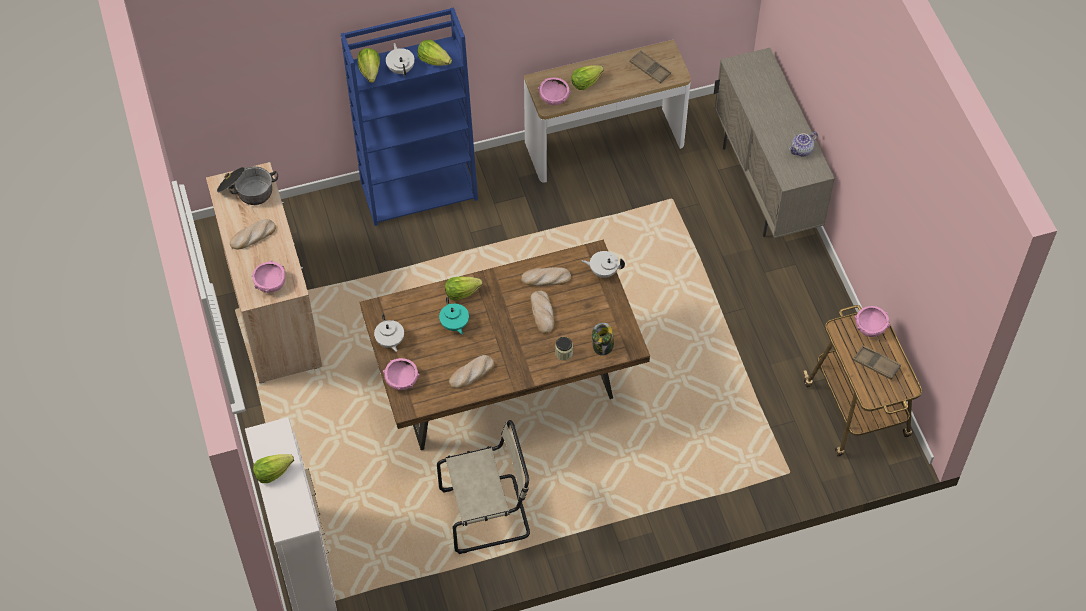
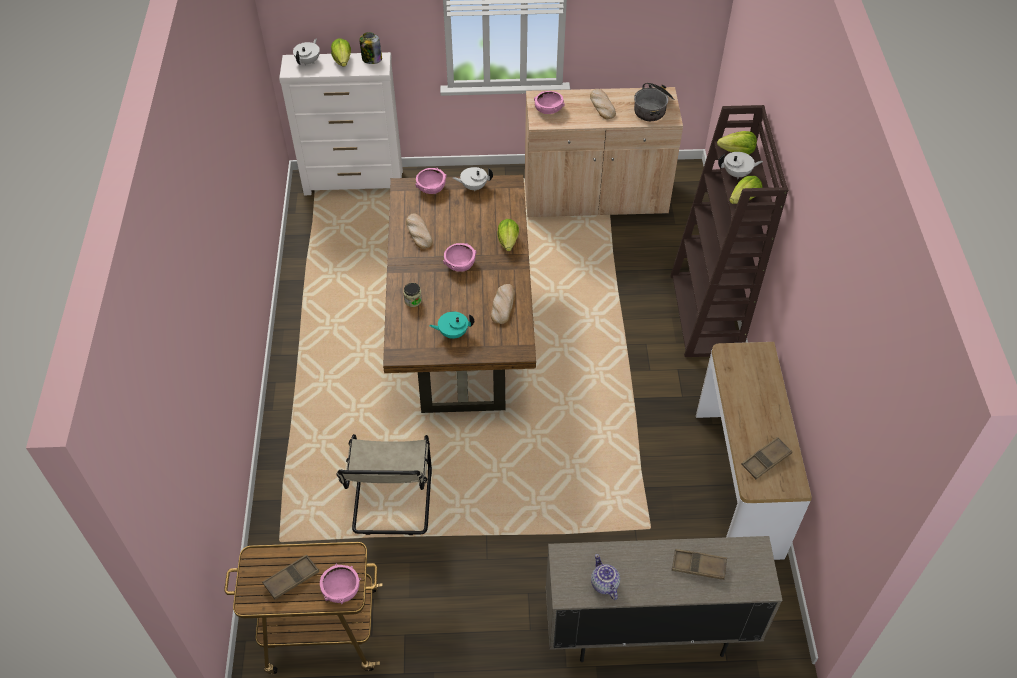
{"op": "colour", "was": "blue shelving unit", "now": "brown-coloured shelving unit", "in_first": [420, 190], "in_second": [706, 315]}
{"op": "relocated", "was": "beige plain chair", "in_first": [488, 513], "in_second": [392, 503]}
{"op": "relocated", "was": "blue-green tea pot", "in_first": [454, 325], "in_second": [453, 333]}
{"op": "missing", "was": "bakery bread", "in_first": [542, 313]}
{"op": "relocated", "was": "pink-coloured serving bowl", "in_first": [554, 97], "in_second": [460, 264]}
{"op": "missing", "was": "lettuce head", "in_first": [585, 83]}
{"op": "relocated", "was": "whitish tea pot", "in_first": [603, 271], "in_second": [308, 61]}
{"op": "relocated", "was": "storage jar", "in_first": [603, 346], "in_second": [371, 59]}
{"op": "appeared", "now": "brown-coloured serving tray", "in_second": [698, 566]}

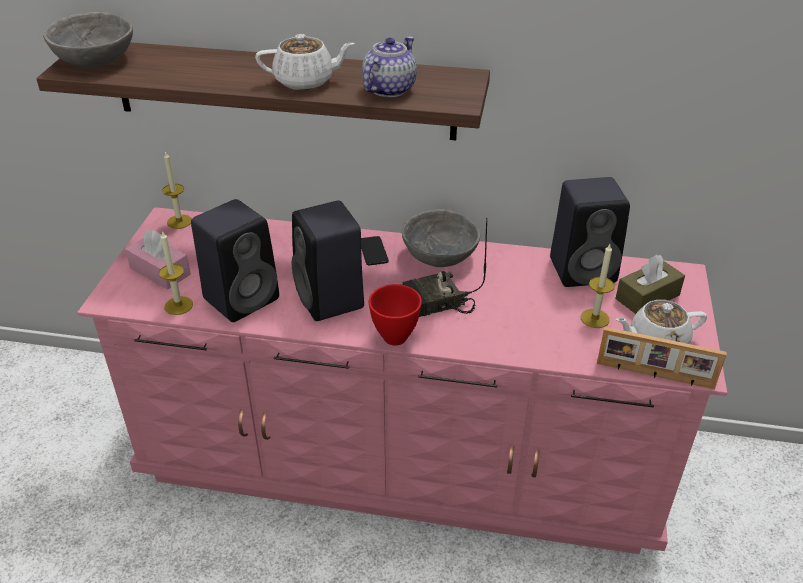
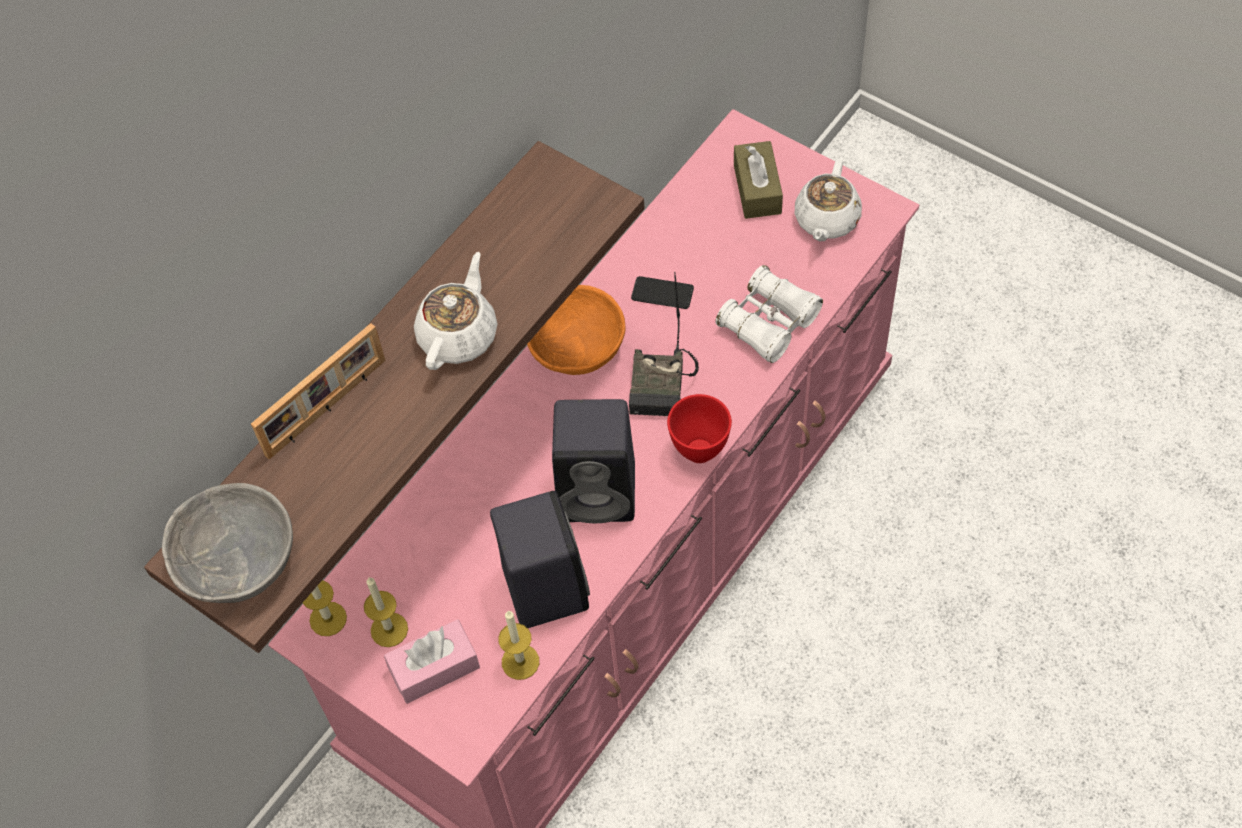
{"op": "relocated", "was": "phone", "in_first": [373, 251], "in_second": [662, 293]}
{"op": "missing", "was": "tea pot", "in_first": [389, 89]}
{"op": "colour", "was": "grey serving bowl", "now": "orangey serving bowl", "in_first": [440, 254], "in_second": [575, 346]}
{"op": "missing", "was": "black-coloured speaker", "in_first": [584, 270]}
{"op": "relocated", "was": "wax candle", "in_first": [595, 318], "in_second": [389, 629]}
{"op": "relocated", "was": "standing frame", "in_first": [654, 375], "in_second": [327, 409]}
{"op": "appeared", "now": "whitish field glasses", "in_second": [768, 323]}

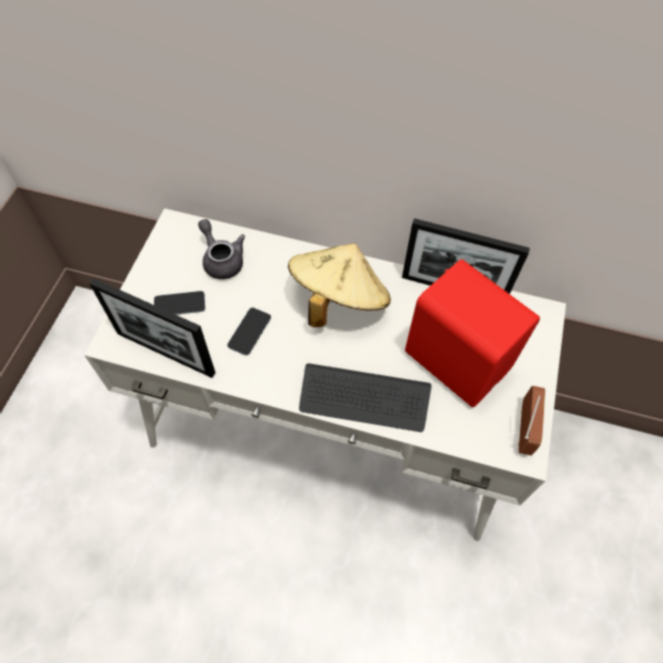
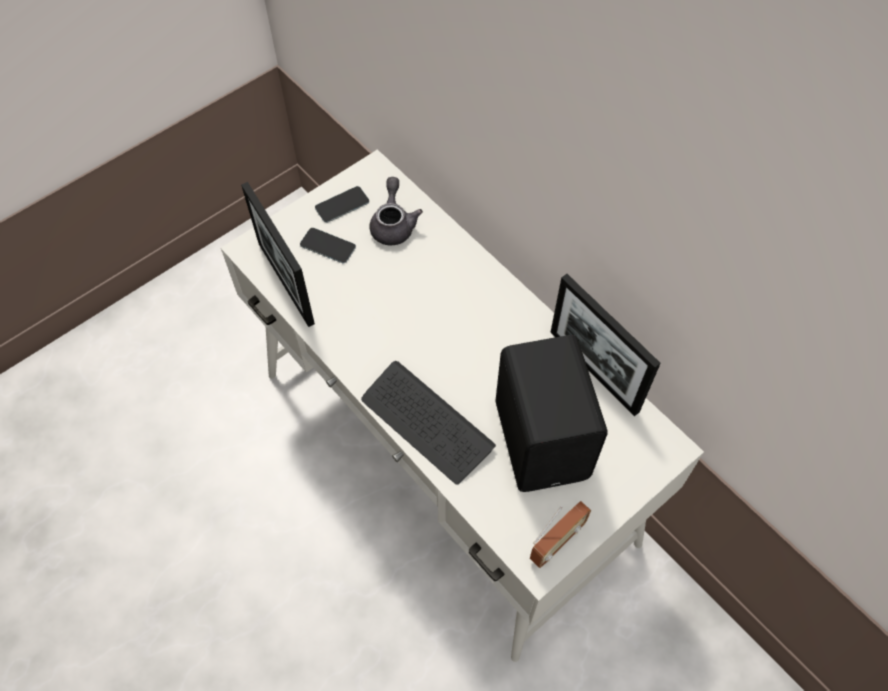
{"op": "relocated", "was": "phone", "in_first": [249, 331], "in_second": [342, 205]}
{"op": "missing", "was": "beige clothing hat", "in_first": [338, 300]}
{"op": "colour", "was": "red-coloured speaker", "now": "black-coloured speaker", "in_first": [457, 358], "in_second": [543, 438]}

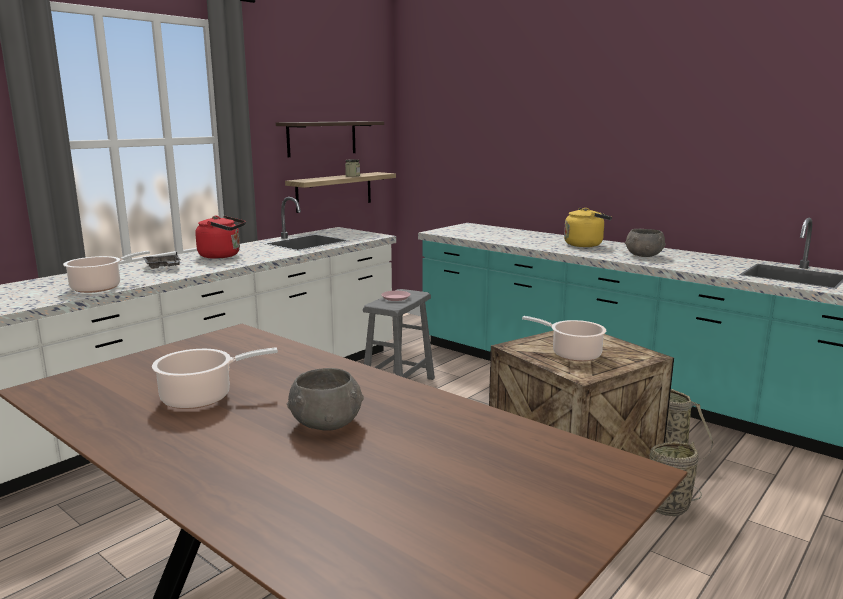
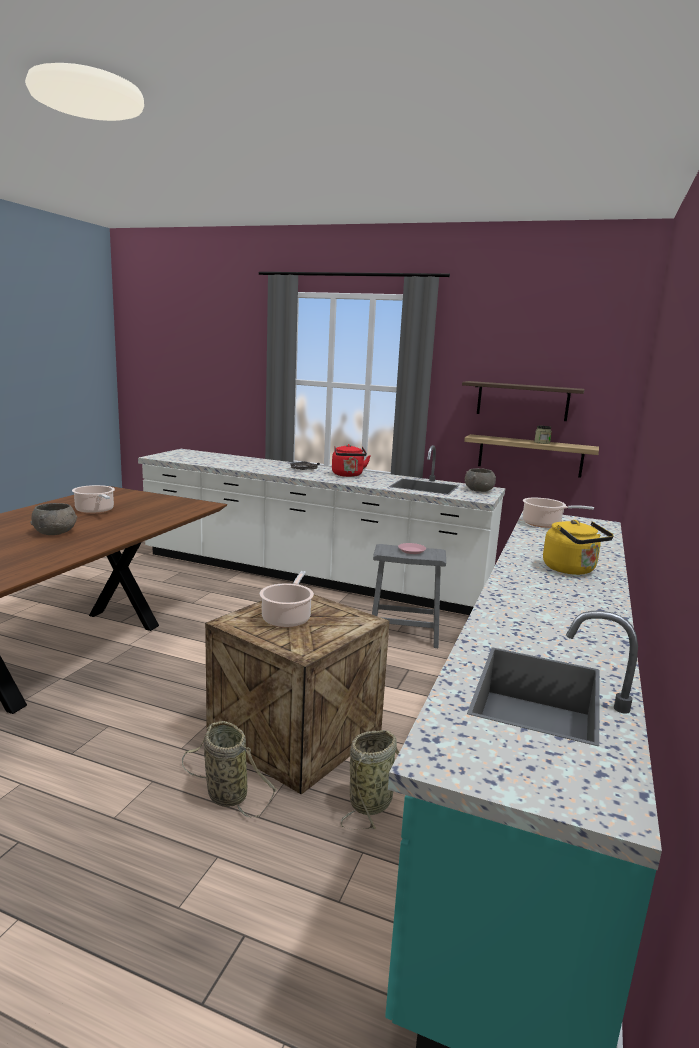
{"op": "relocated", "was": "cooking pot", "in_first": [99, 287], "in_second": [544, 524]}
{"op": "relocated", "was": "grey serving bowl", "in_first": [643, 255], "in_second": [478, 490]}

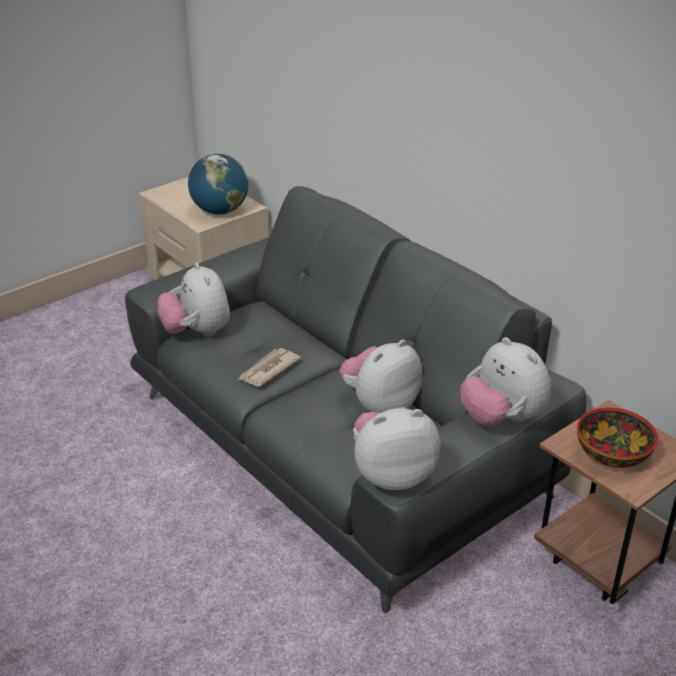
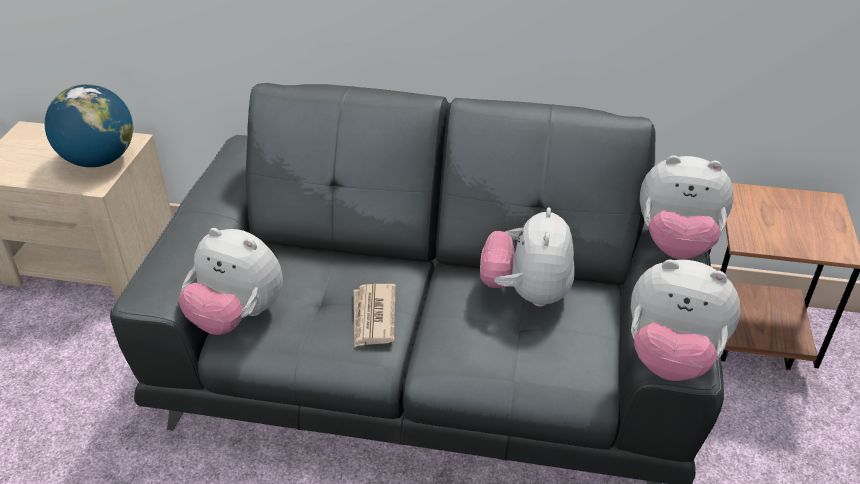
{"op": "spun", "was": "soft toy", "in_first": [392, 474], "in_second": [671, 357], "clockwise": -105}
{"op": "missing", "was": "serving bowl", "in_first": [611, 453]}

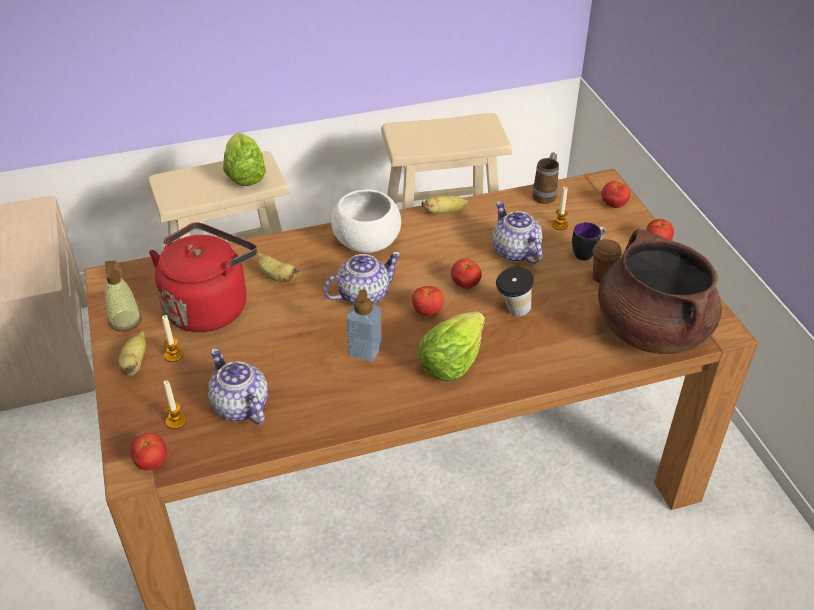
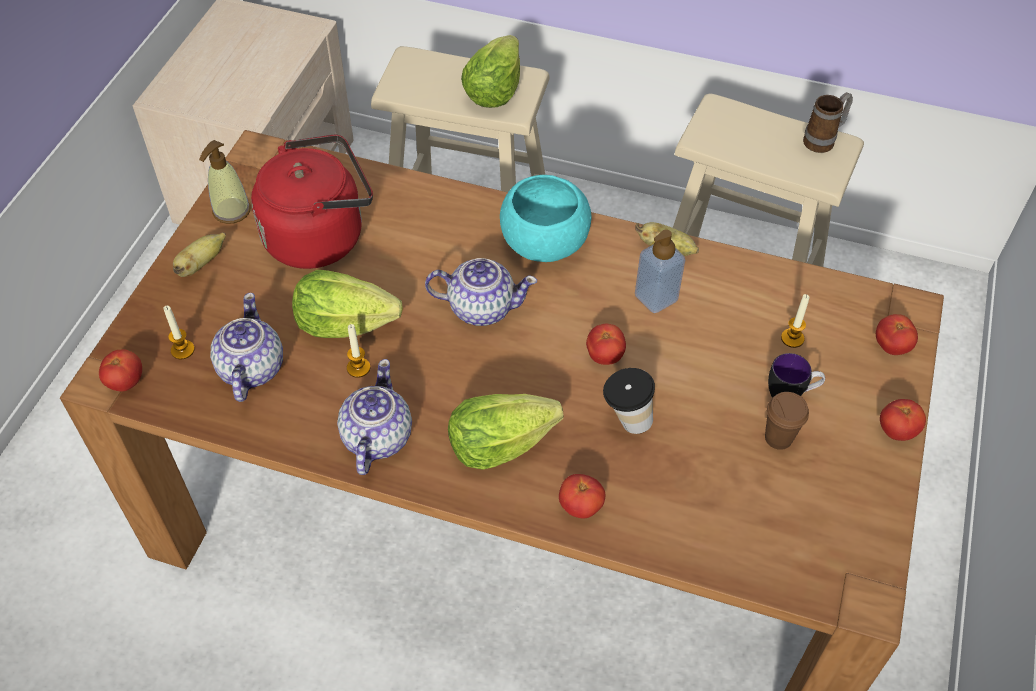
{"op": "relocated", "was": "wax candle", "in_first": [174, 355], "in_second": [358, 368]}
{"op": "missing", "was": "whole banana", "in_first": [276, 277]}
{"op": "colour", "was": "whitish serving bowl", "now": "blue-green serving bowl", "in_first": [366, 242], "in_second": [543, 243]}
{"op": "relocated", "was": "liquid soap bottle", "in_first": [365, 350], "in_second": [656, 297]}
{"op": "relocated", "was": "tomato", "in_first": [427, 311], "in_second": [580, 506]}
{"op": "relocated", "was": "tea pot", "in_first": [515, 252], "in_second": [376, 438]}
{"op": "relocated", "was": "coffee mug", "in_first": [545, 194], "in_second": [823, 140]}
{"op": "missing", "was": "brown-coloured cooking pot", "in_first": [650, 330]}
{"op": "appeared", "now": "lettuce head", "in_second": [344, 323]}

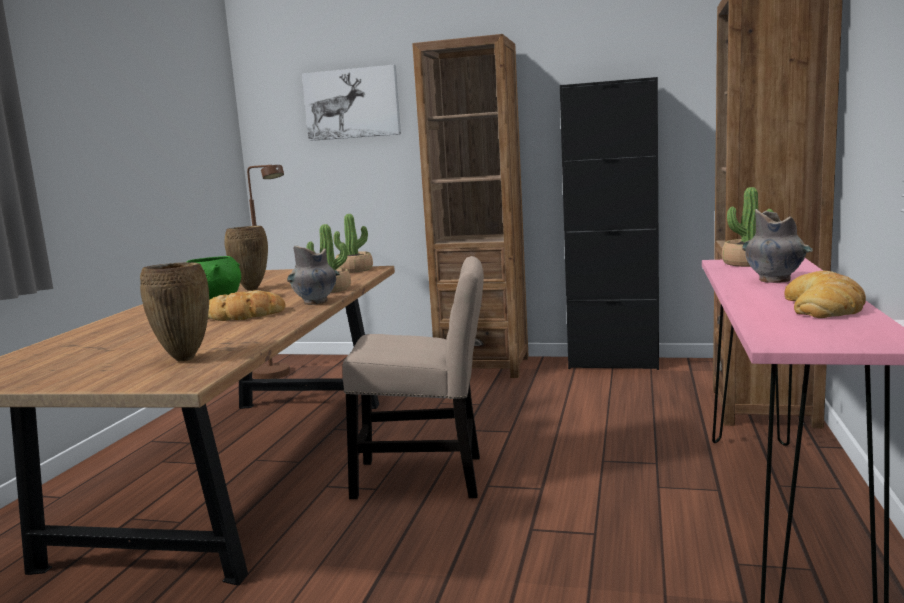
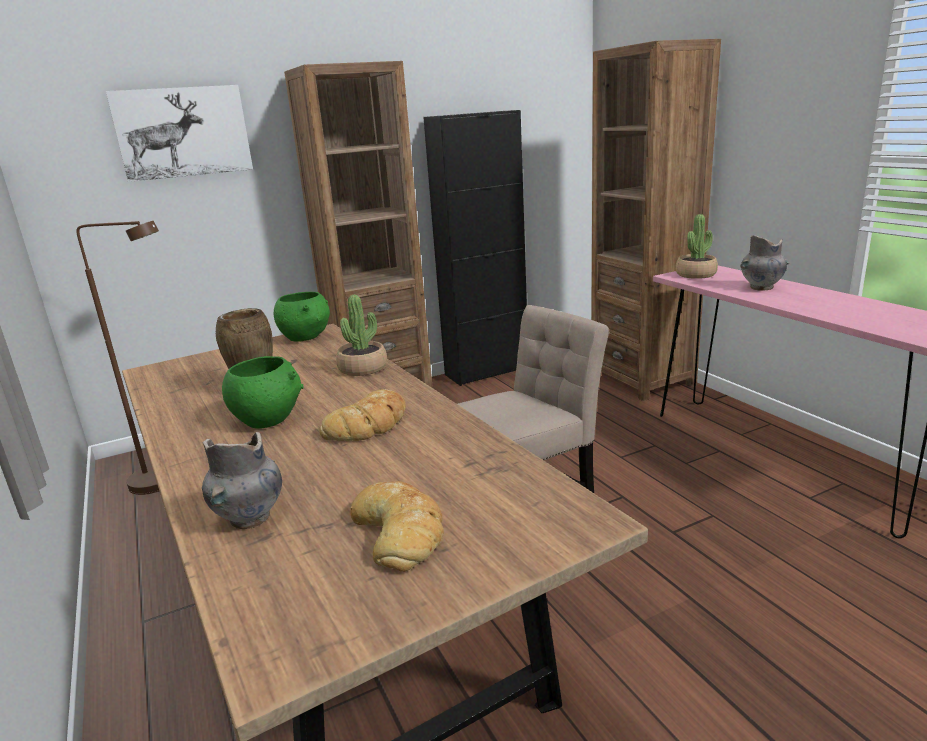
{"op": "missing", "was": "brown-coloured flower vase", "in_first": [185, 359]}
{"op": "relocated", "was": "grey flower vase", "in_first": [316, 302], "in_second": [250, 517]}
{"op": "exchanged", "was": "houseplant", "now": "green-coloured serving bowl", "in_first": [354, 270], "in_second": [305, 337]}
{"op": "relocated", "was": "bakery bread", "in_first": [824, 307], "in_second": [400, 530]}

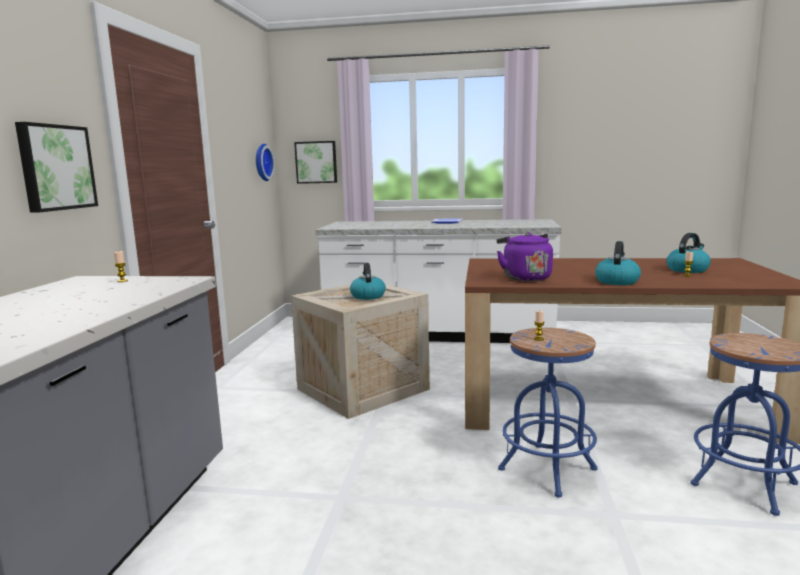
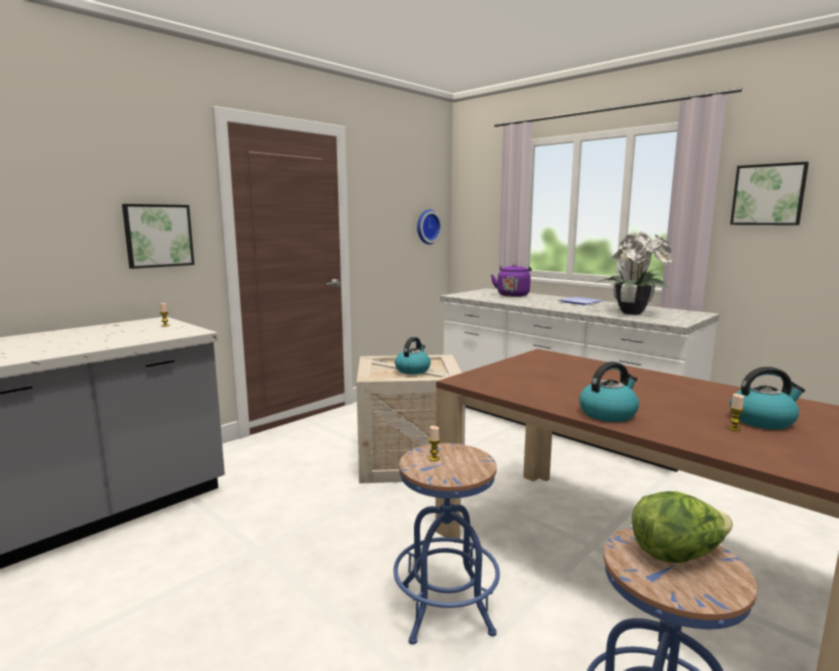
{"op": "relocated", "was": "picture", "in_first": [316, 162], "in_second": [768, 195]}
{"op": "relocated", "was": "purple-coloured tea kettle", "in_first": [524, 278], "in_second": [513, 295]}
{"op": "appeared", "now": "houseplant", "in_second": [631, 312]}
{"op": "appeared", "now": "lettuce head", "in_second": [677, 554]}

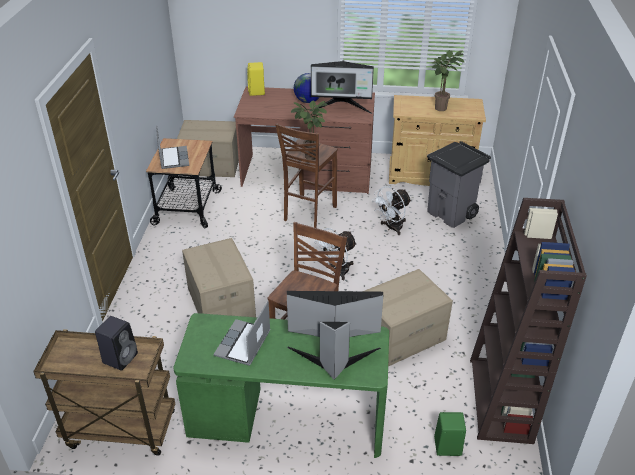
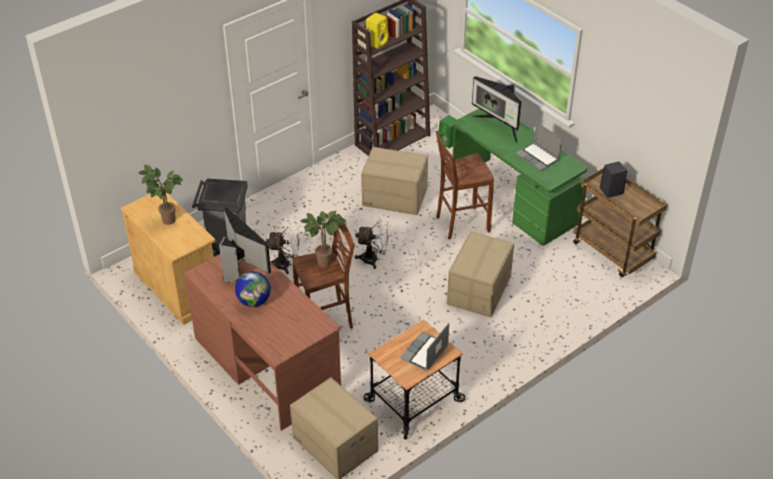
{"op": "spun", "was": "notebook computer", "in_first": [243, 344], "in_second": [538, 157], "clockwise": 75}
{"op": "relocated", "was": "yellow-coloured speaker", "in_first": [257, 92], "in_second": [377, 42]}

